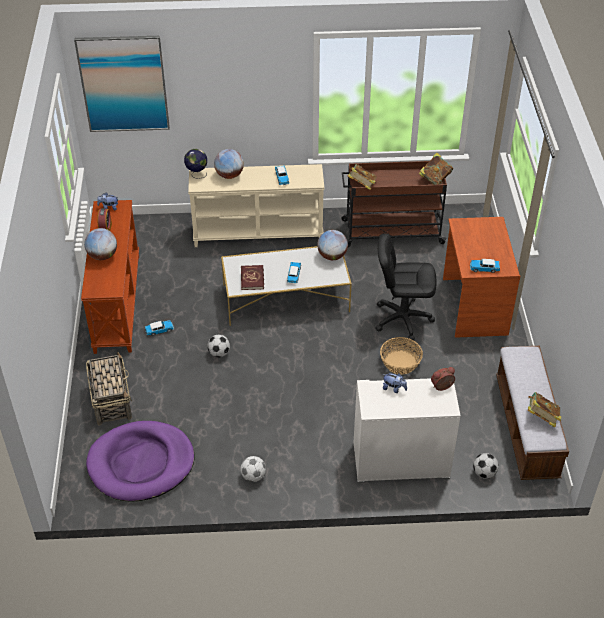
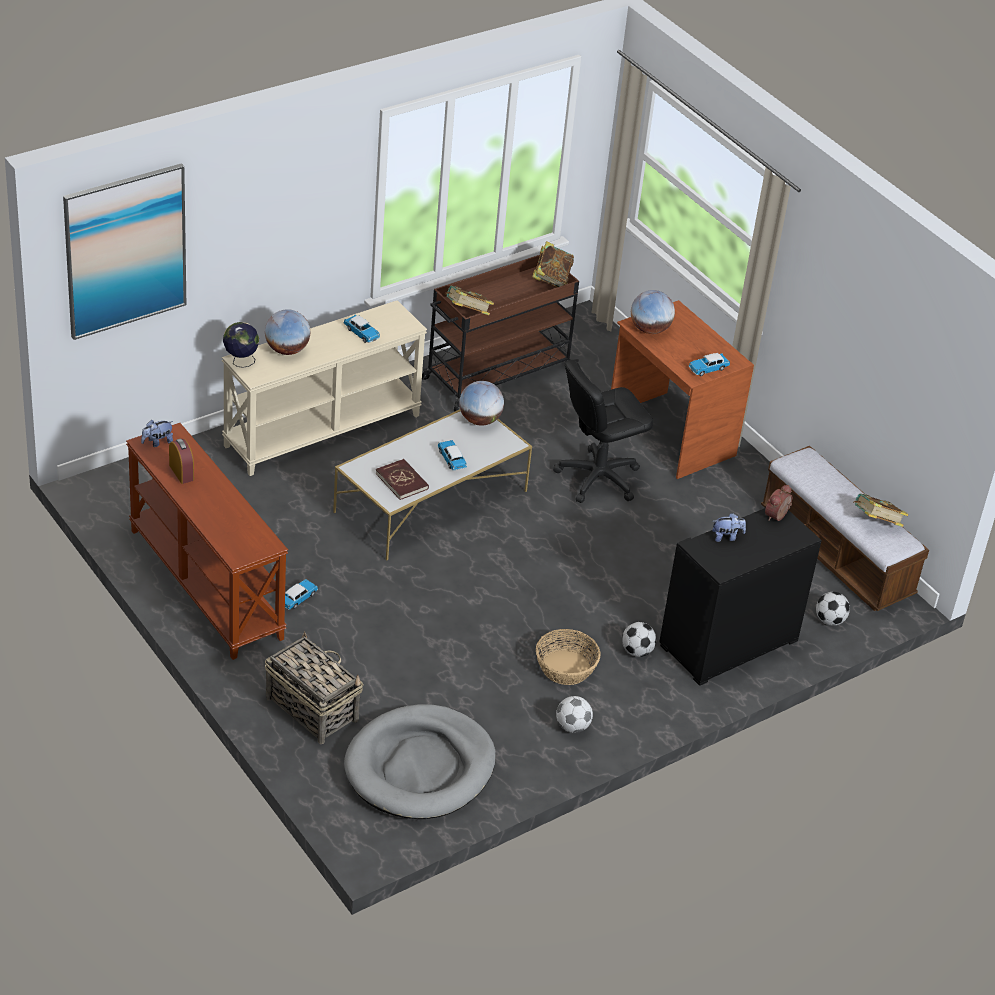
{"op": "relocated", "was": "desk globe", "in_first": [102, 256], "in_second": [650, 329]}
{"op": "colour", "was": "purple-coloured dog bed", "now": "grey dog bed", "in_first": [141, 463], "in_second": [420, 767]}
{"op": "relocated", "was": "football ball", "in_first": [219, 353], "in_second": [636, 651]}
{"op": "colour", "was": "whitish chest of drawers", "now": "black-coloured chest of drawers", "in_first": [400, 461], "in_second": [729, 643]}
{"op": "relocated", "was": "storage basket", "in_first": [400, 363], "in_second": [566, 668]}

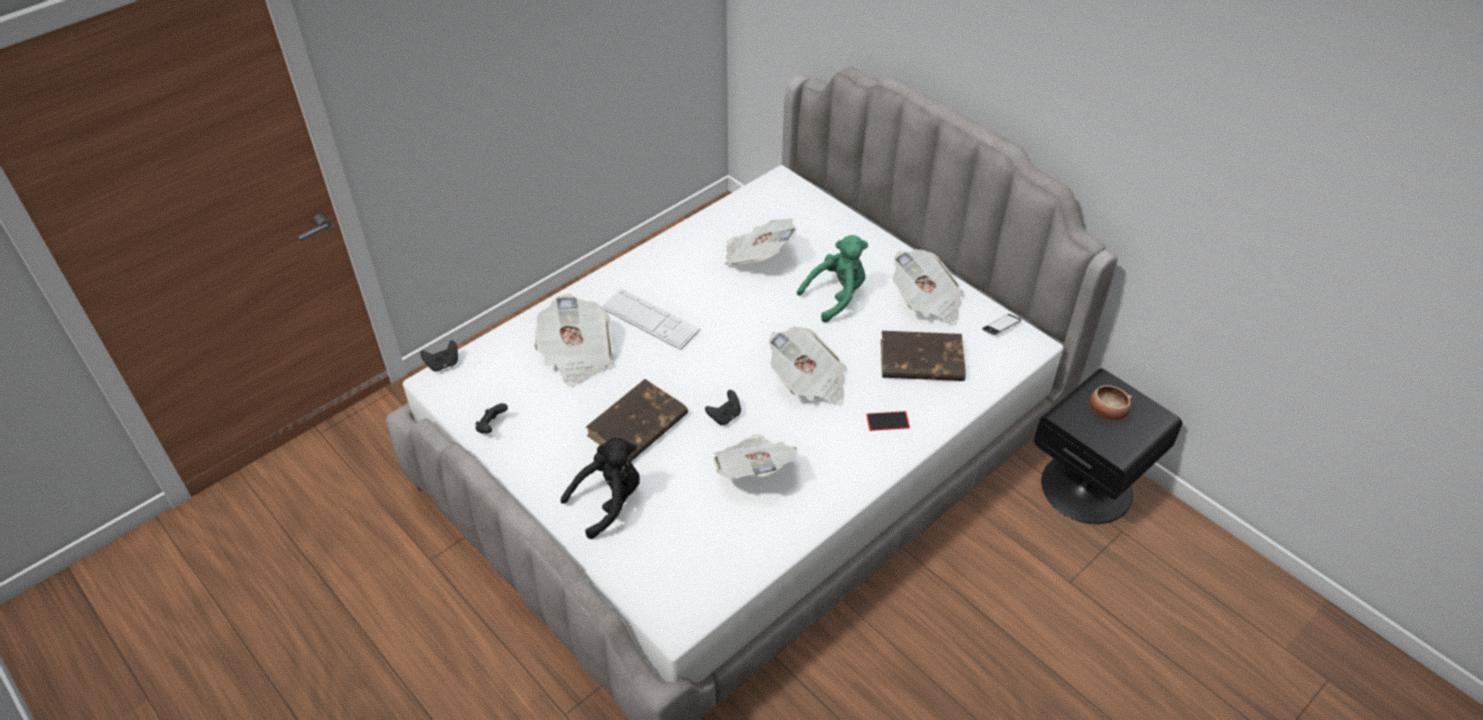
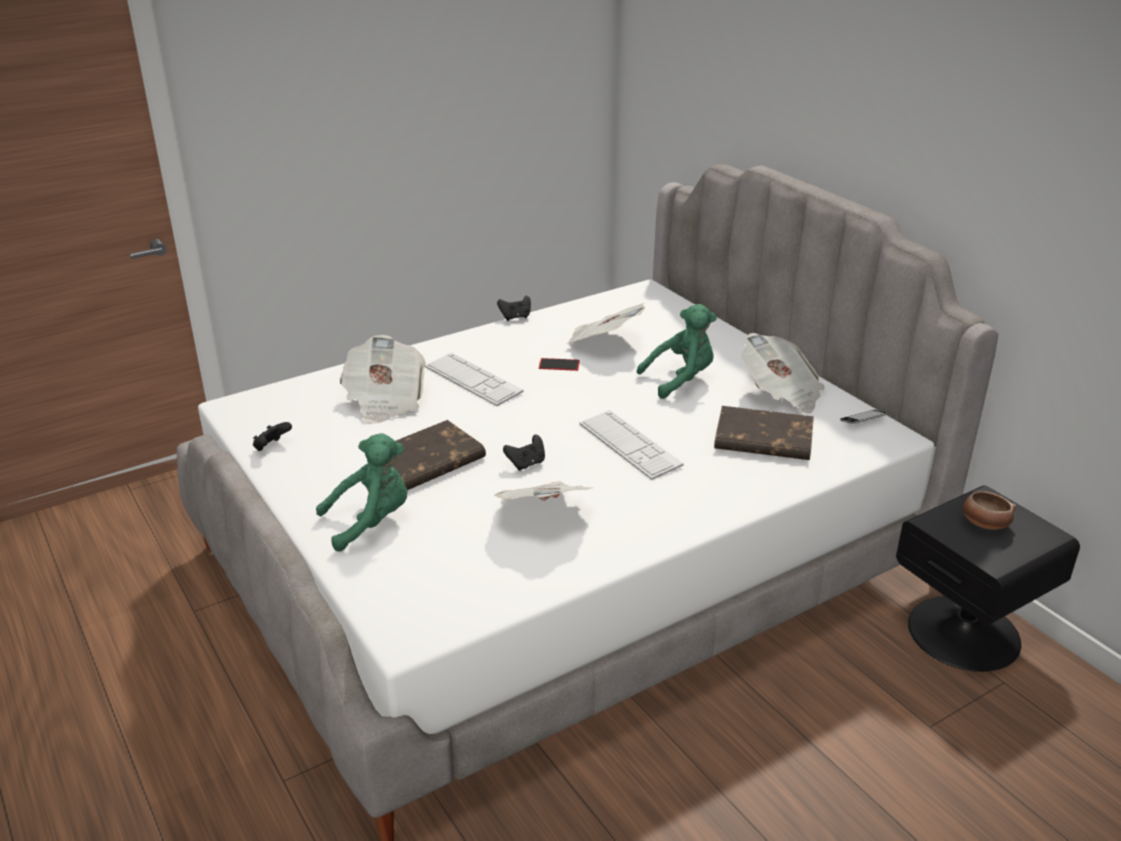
{"op": "relocated", "was": "black-coloured joypad", "in_first": [443, 364], "in_second": [515, 317]}
{"op": "colour", "was": "black-coloured soft toy", "now": "green-coloured soft toy", "in_first": [609, 501], "in_second": [371, 522]}
{"op": "exchanged", "was": "newspaper", "now": "computer keyboard", "in_first": [809, 382], "in_second": [629, 445]}
{"op": "relocated", "was": "phone", "in_first": [887, 421], "in_second": [559, 364]}

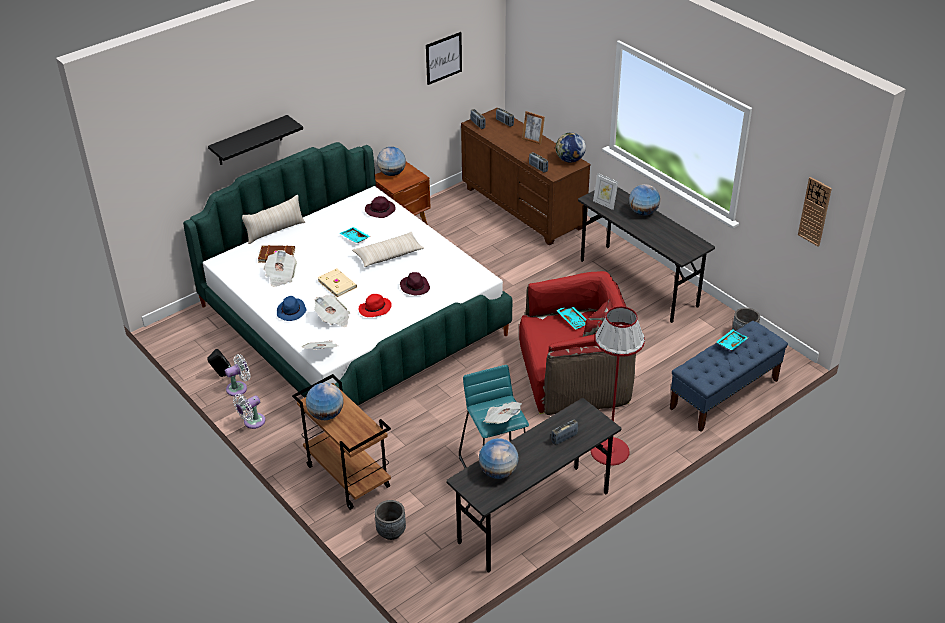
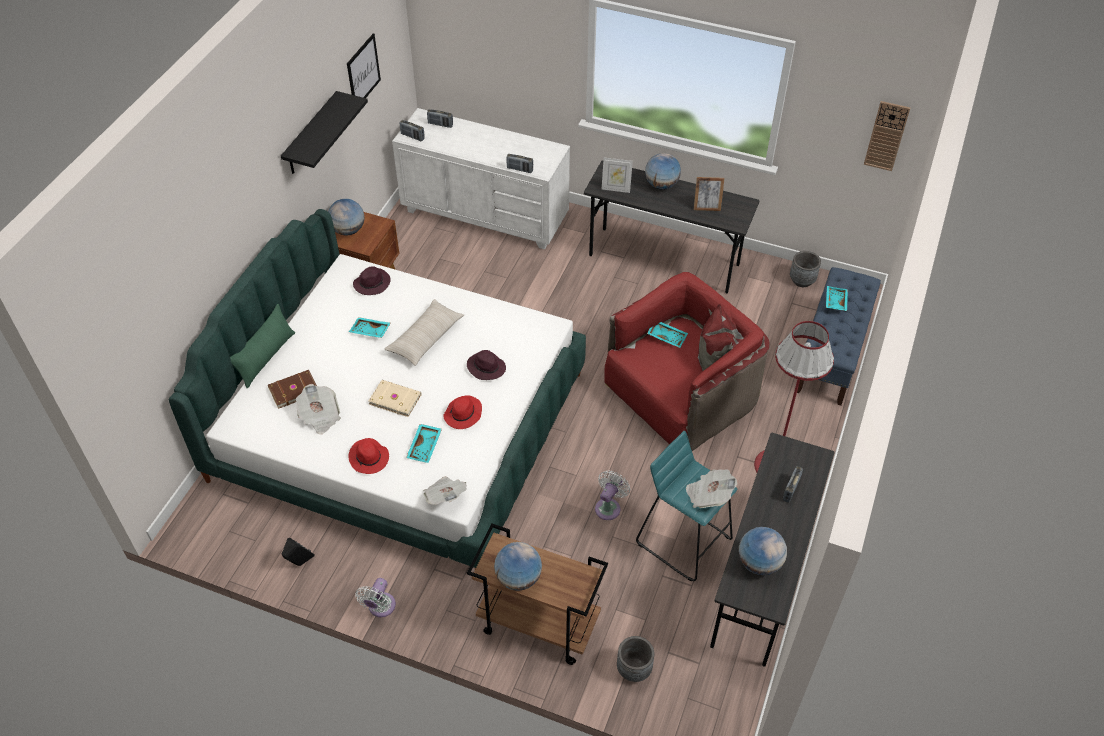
{"op": "relocated", "was": "black-coloured shelf", "in_first": [249, 140], "in_second": [311, 135]}
{"op": "relocated", "was": "whitish cooling fan", "in_first": [239, 388], "in_second": [609, 507]}
{"op": "colour", "was": "beige pillow", "now": "green-coloured pillow", "in_first": [275, 231], "in_second": [266, 358]}
{"op": "colour", "was": "blue clothing hat", "now": "red-coloured clothing hat", "in_first": [291, 312], "in_second": [369, 458]}
{"op": "exchanged", "was": "newspaper", "now": "blue-green serving tray", "in_first": [333, 319], "in_second": [425, 447]}
{"op": "colour", "was": "brown-coloured chest of drawers", "now": "whitish chest of drawers", "in_first": [522, 208], "in_second": [485, 214]}
{"op": "relocated", "was": "standing frame", "in_first": [533, 140], "in_second": [706, 208]}
{"op": "missing", "was": "desk globe", "in_first": [569, 160]}

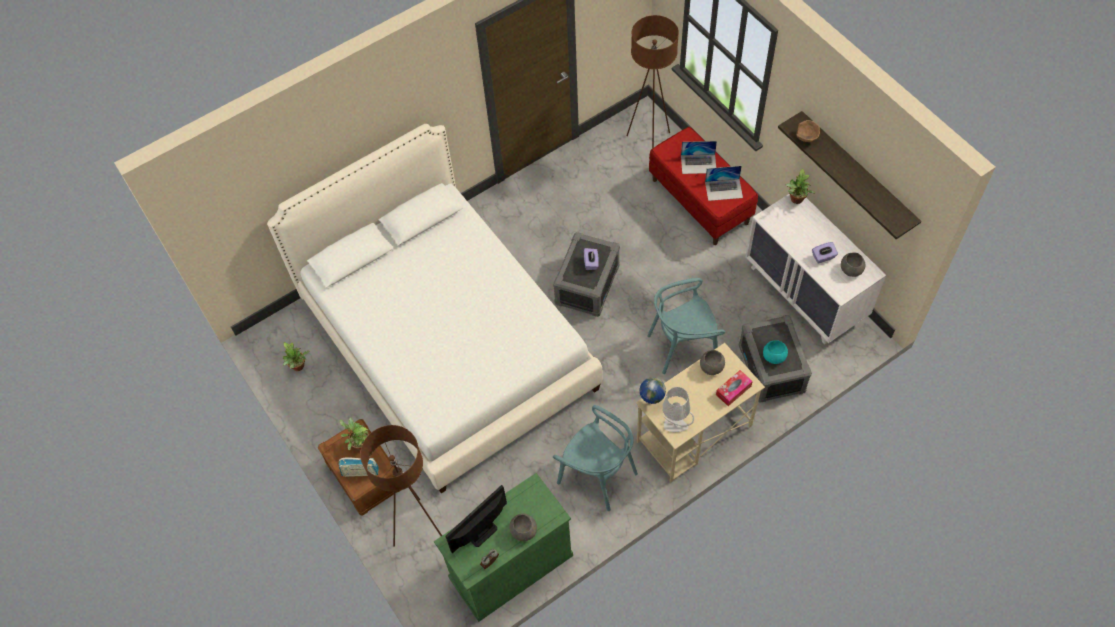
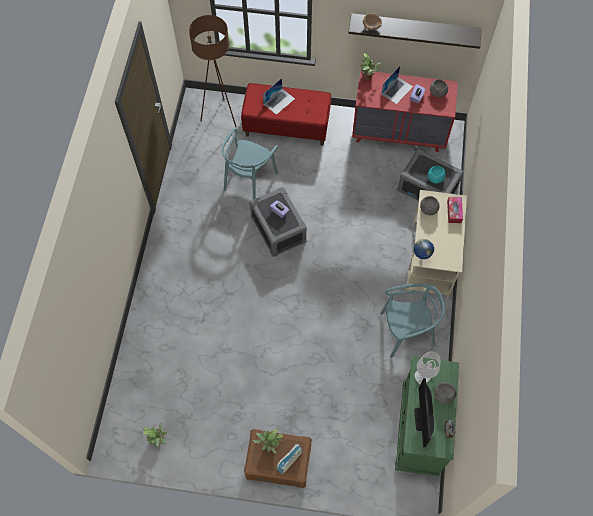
{"op": "missing", "was": "whitish bed", "in_first": [448, 344]}
{"op": "missing", "was": "brown-coloured standing lamp", "in_first": [419, 528]}
{"op": "relocated", "was": "blue-green plain chair", "in_first": [682, 346], "in_second": [249, 180]}
{"op": "relocated", "was": "grey table lamp", "in_first": [675, 424], "in_second": [423, 375]}
{"op": "relocated", "was": "notebook computer", "in_first": [724, 189], "in_second": [397, 90]}
{"op": "colour", "was": "whitish chest of drawers", "now": "red-coloured chest of drawers", "in_first": [805, 294], "in_second": [399, 133]}

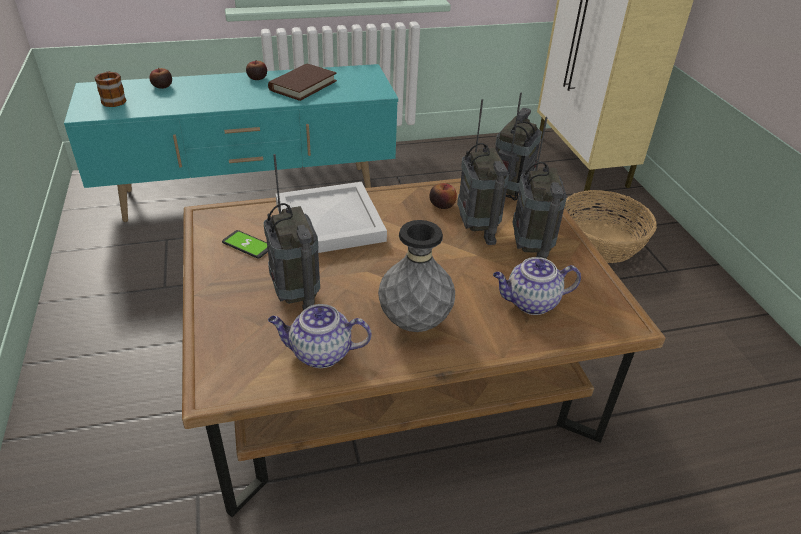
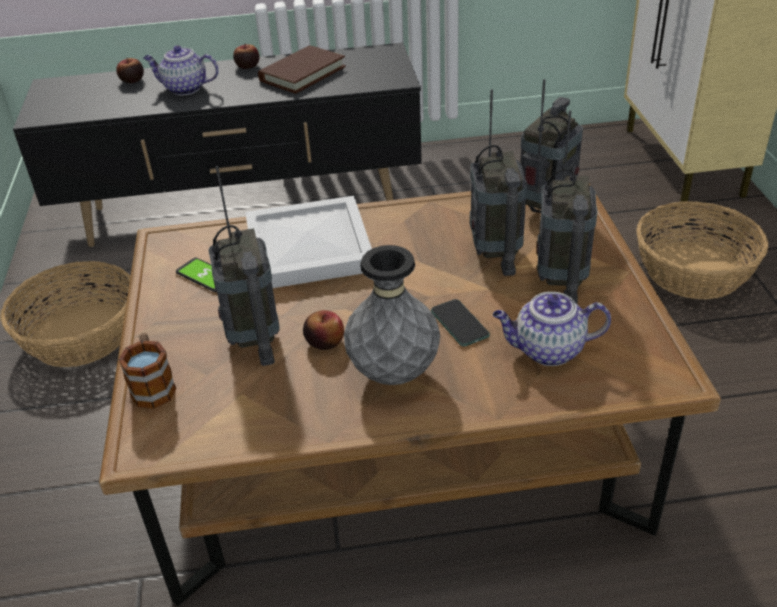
{"op": "colour", "was": "blue-green tv unit", "now": "black-coloured tv unit", "in_first": [251, 194], "in_second": [244, 211]}
{"op": "relocated", "was": "coffee mug", "in_first": [113, 99], "in_second": [153, 385]}
{"op": "relocated", "was": "tea pot", "in_first": [320, 353], "in_second": [184, 89]}
{"op": "relocated", "was": "apple fruit", "in_first": [442, 204], "in_second": [325, 341]}
{"op": "appeared", "now": "storage basket", "in_second": [81, 334]}
{"op": "appeared", "now": "phone", "in_second": [459, 324]}

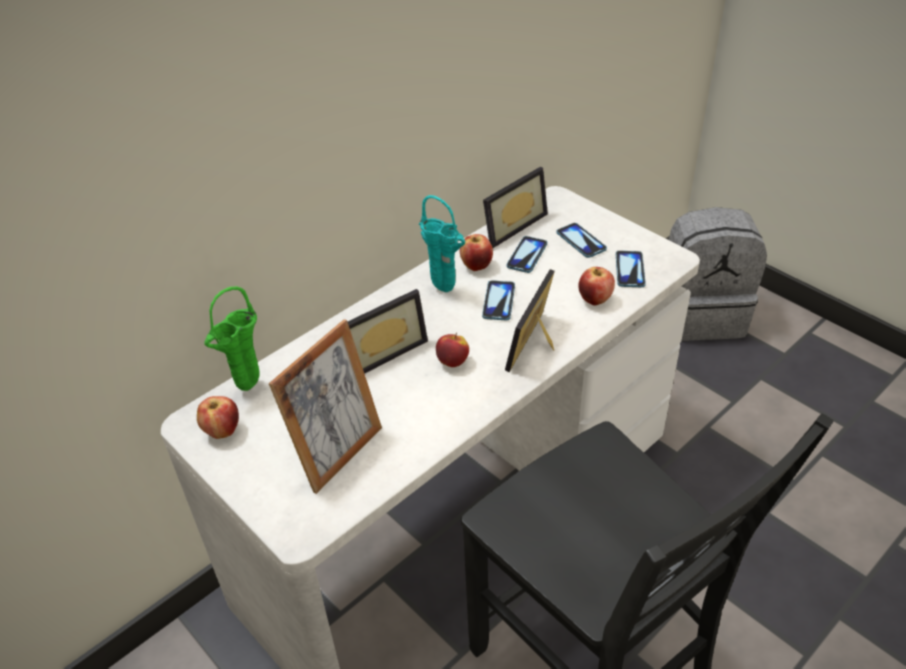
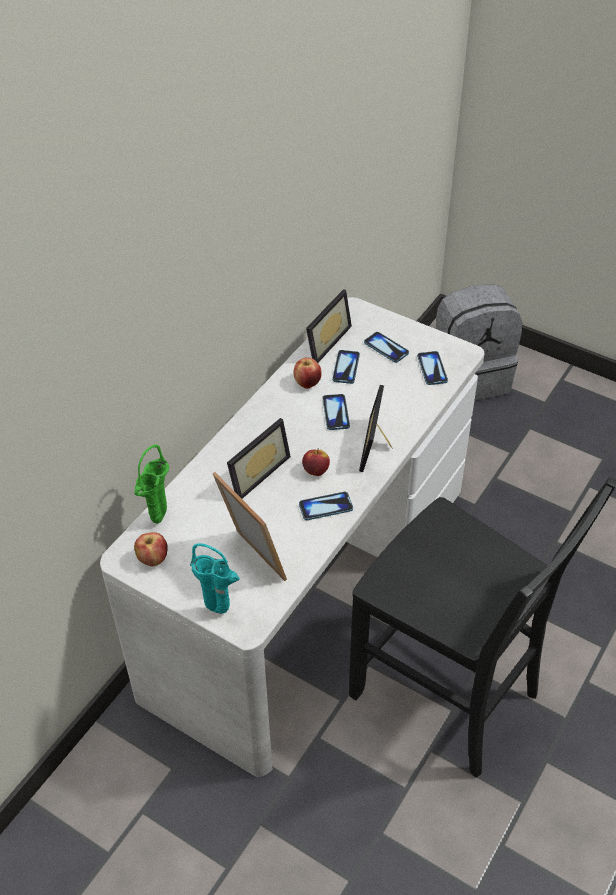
{"op": "spun", "was": "standing frame", "in_first": [338, 453], "in_second": [253, 560], "clockwise": -60}
{"op": "relocated", "was": "blue-green flower vase", "in_first": [446, 291], "in_second": [220, 612]}
{"op": "missing", "was": "apple fruit", "in_first": [595, 300]}
{"op": "appeared", "now": "phone", "in_second": [325, 507]}

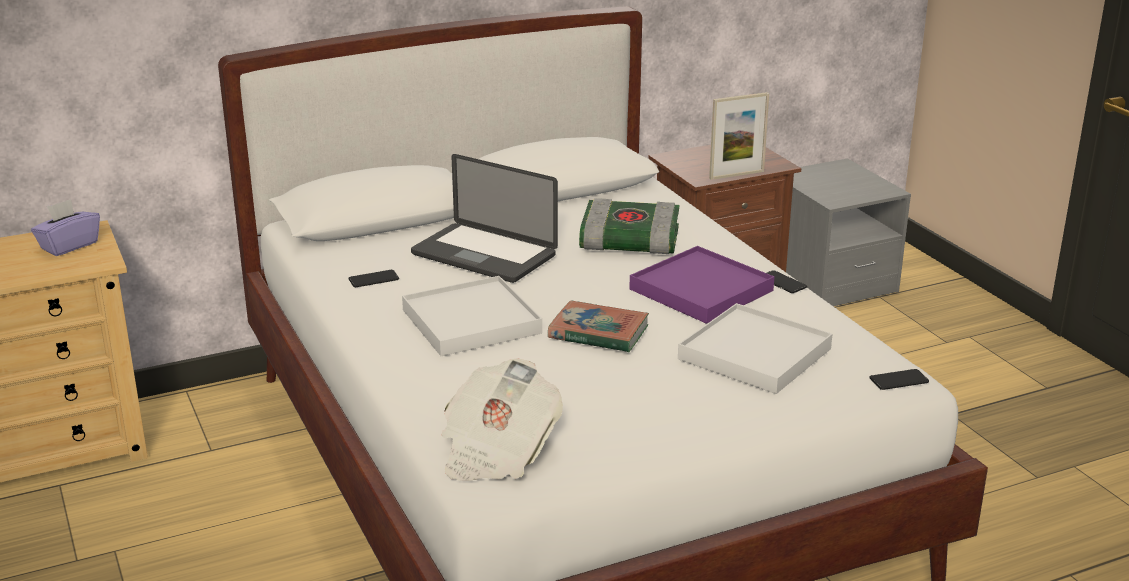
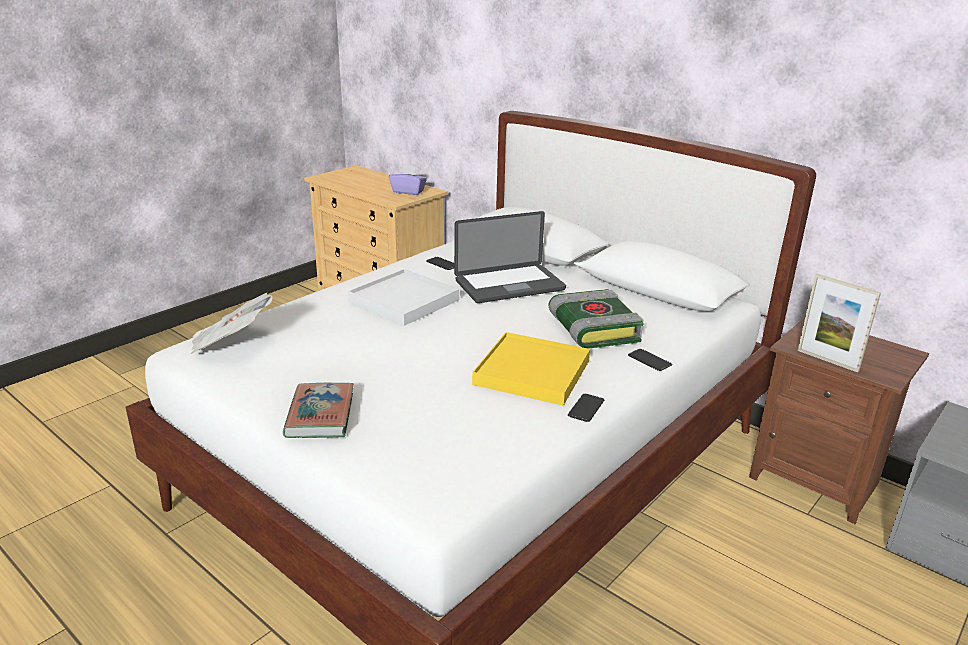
{"op": "spun", "was": "notebook computer", "in_first": [484, 255], "in_second": [509, 285], "clockwise": -120}
{"op": "relocated", "was": "book", "in_first": [598, 333], "in_second": [320, 415]}
{"op": "colour", "was": "purple-coloured serving tray", "now": "yellow-coloured serving tray", "in_first": [701, 290], "in_second": [532, 372]}
{"op": "missing", "was": "whitish serving tray", "in_first": [754, 354]}
{"op": "relocated", "was": "phone", "in_first": [899, 380], "in_second": [649, 360]}

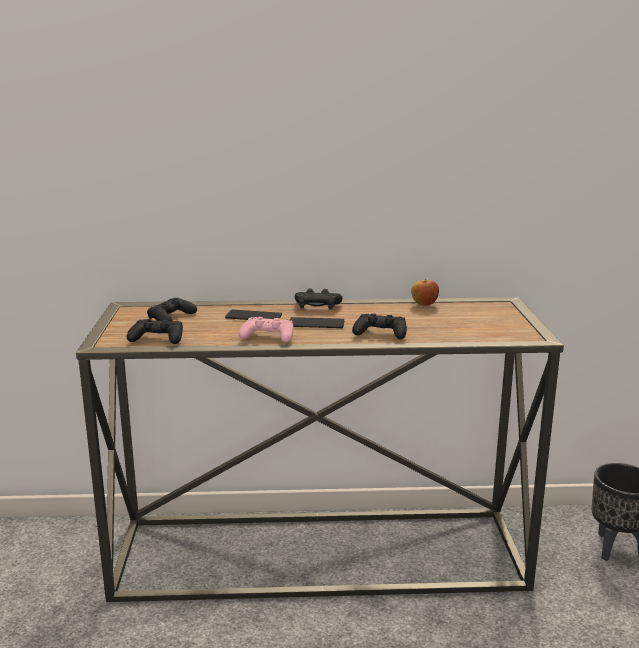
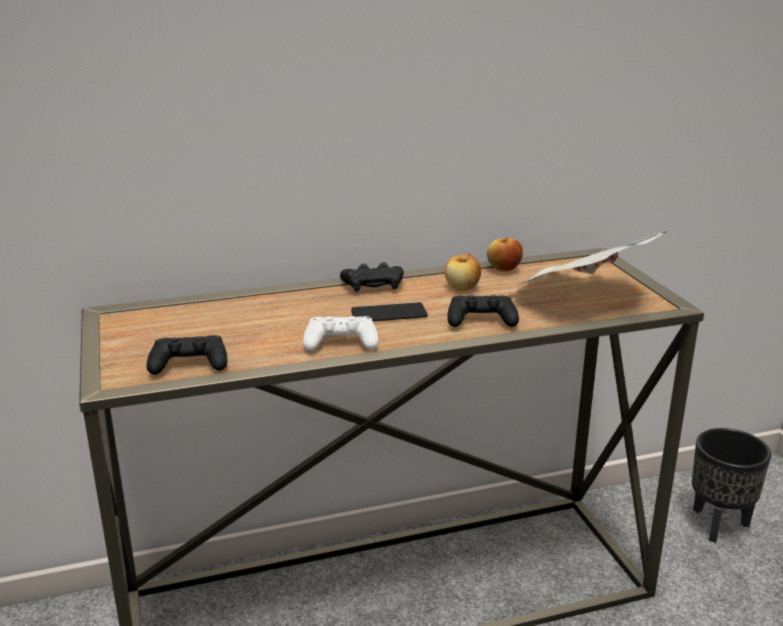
{"op": "missing", "was": "black-coloured joypad", "in_first": [171, 318]}
{"op": "missing", "was": "phone", "in_first": [253, 316]}
{"op": "colour", "was": "pink-coloured joypad", "now": "whitish joypad", "in_first": [268, 336], "in_second": [341, 342]}
{"op": "appeared", "now": "apple fruit", "in_second": [462, 288]}
{"op": "appeared", "now": "newspaper", "in_second": [580, 298]}

